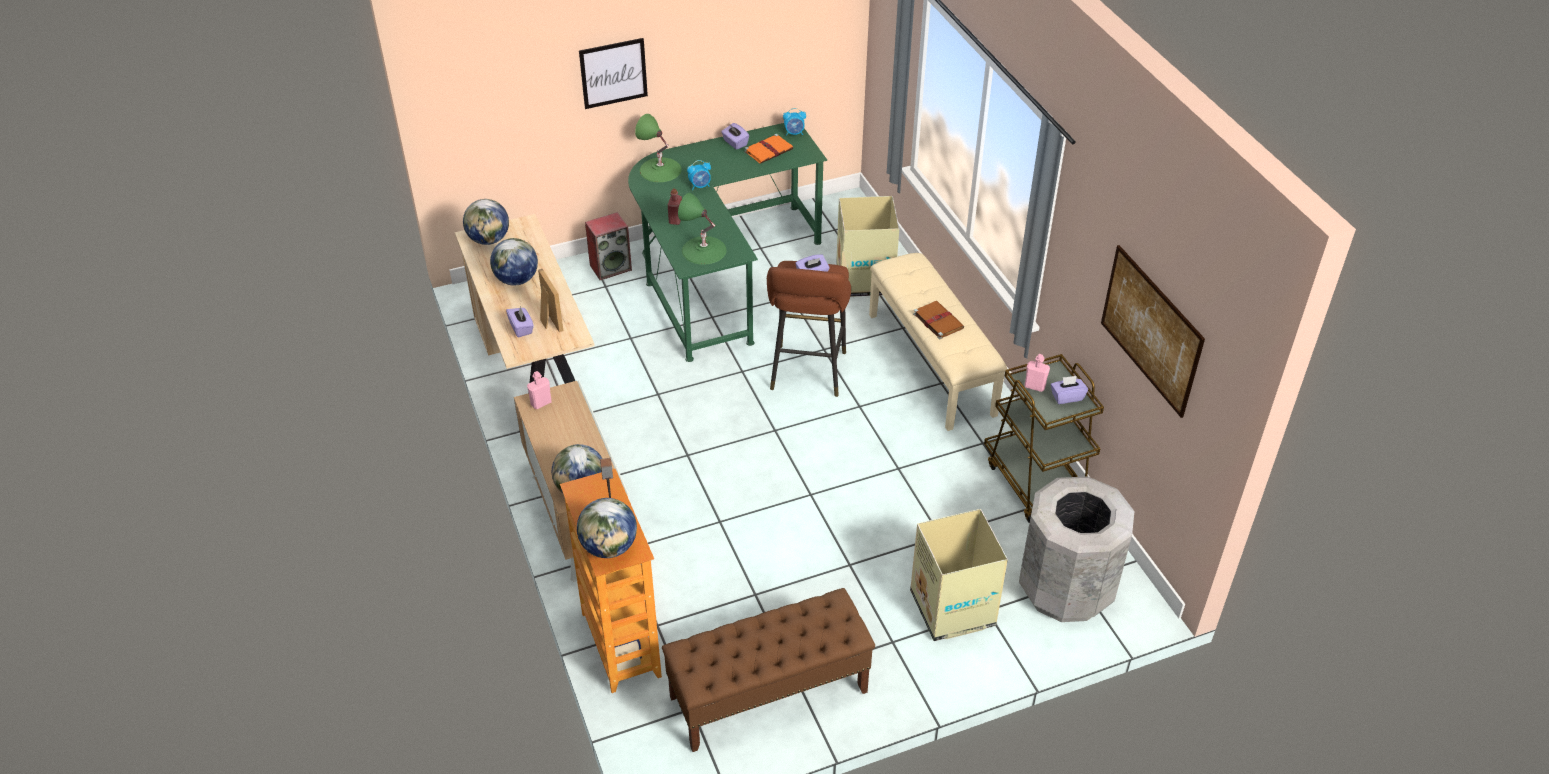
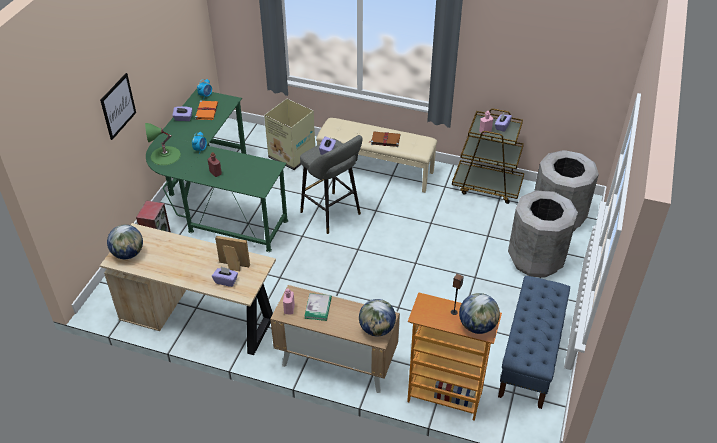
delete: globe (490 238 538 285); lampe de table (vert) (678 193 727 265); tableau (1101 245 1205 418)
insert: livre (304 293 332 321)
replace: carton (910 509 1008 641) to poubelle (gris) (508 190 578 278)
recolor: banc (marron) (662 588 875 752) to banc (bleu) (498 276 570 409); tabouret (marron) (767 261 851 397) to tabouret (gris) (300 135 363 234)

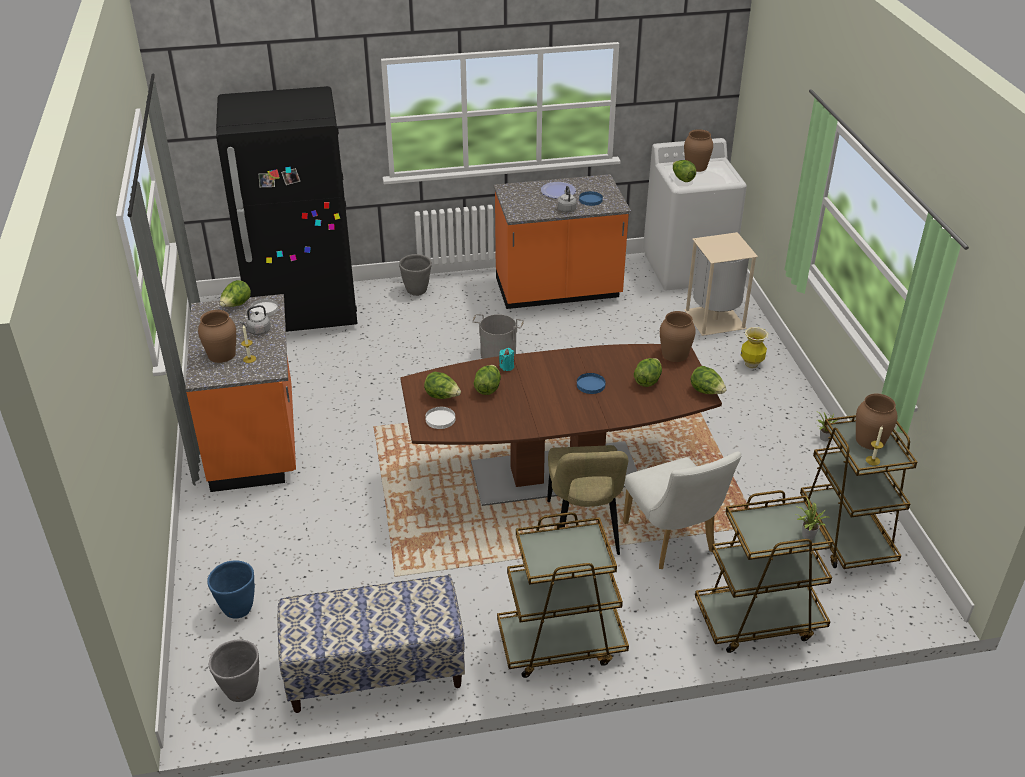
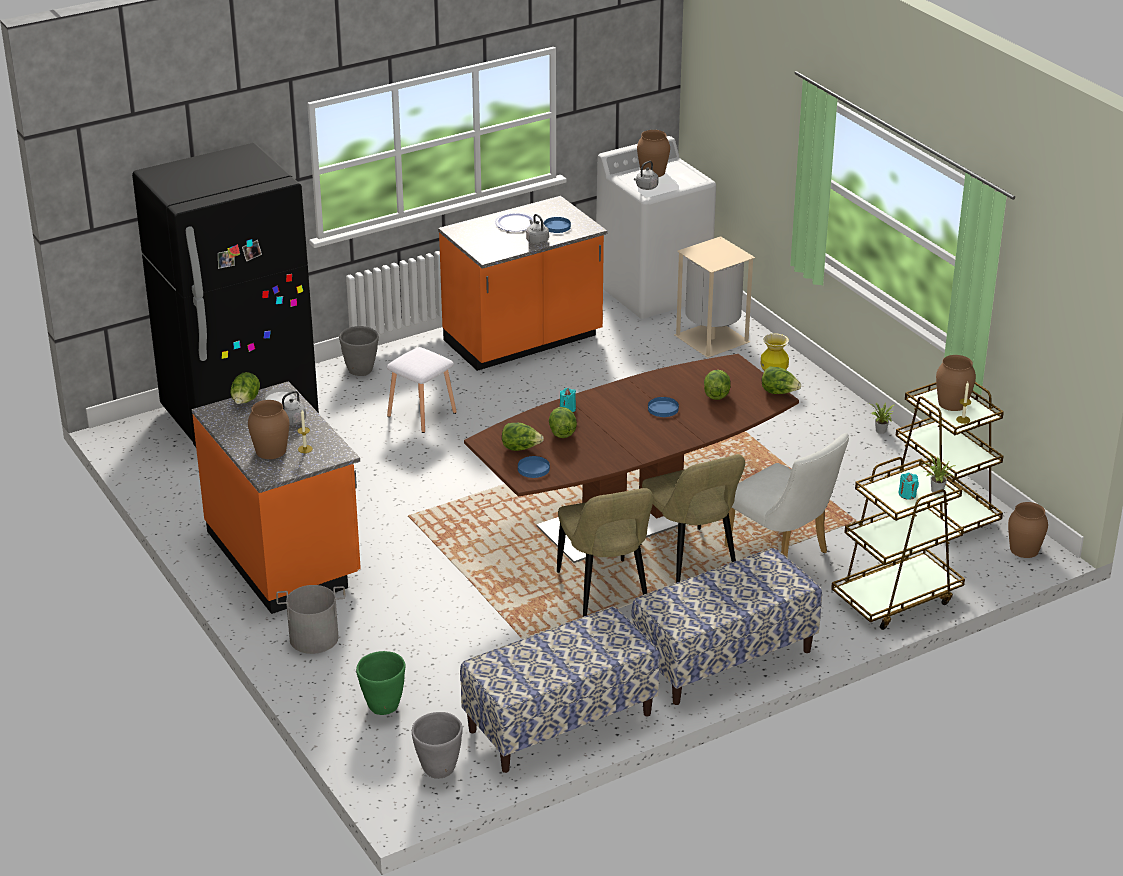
insert: tabouret (blanc) (387 347 457 433); chaise (beige) (557 488 654 617); bougie (turquoise) (898 473 919 500)
move: seau (gris) (472 314 524 359) to (276 585 345 654); vase (marron) (660 311 696 362) to (1008 502 1048 558)
replace: chariot (marron) (497 512 629 678) to banc (632 548 822 705); laitue (673 160 696 182) to bouilloire (gris) (634 161 658 190)
recolor: cache-pot (bleu) (207 561 255 619) to cache-pot (vert) (356 651 406 715); assiette (blanc) (425 407 455 429) to assiette (bleu) (518 456 550 478)

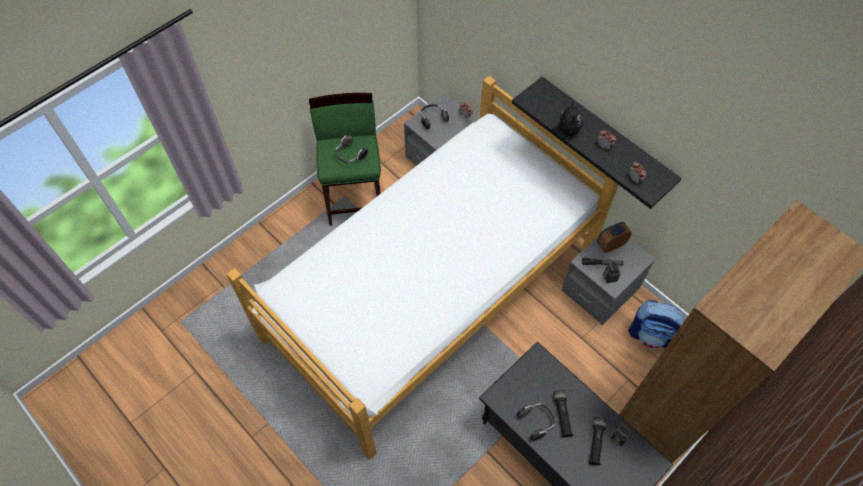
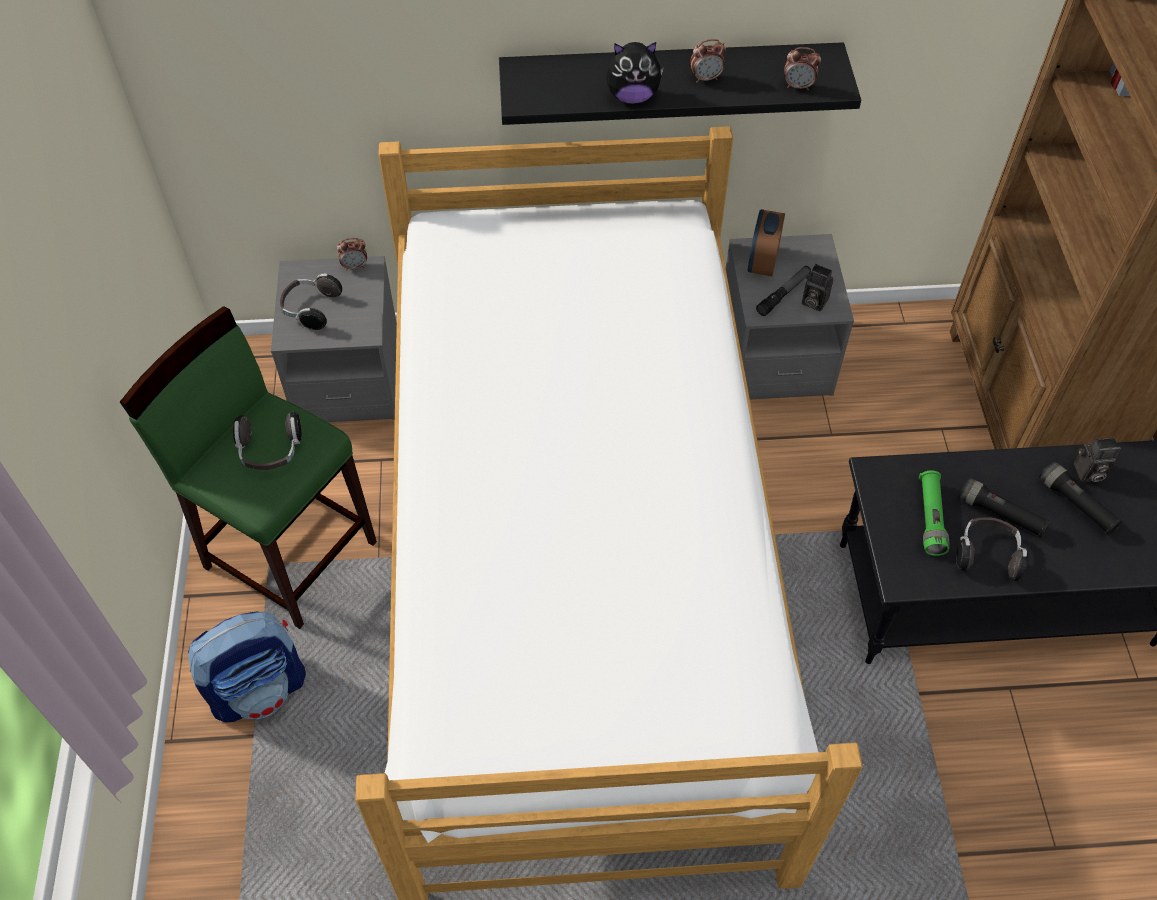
insert: lampe de poche (vert) (919 470 949 556)
move: sac à dos (628 300 684 349) to (188 611 306 723)
rotate: peluche (552 101 583 136) = (606 42 664 104) 135 degrees clockwise

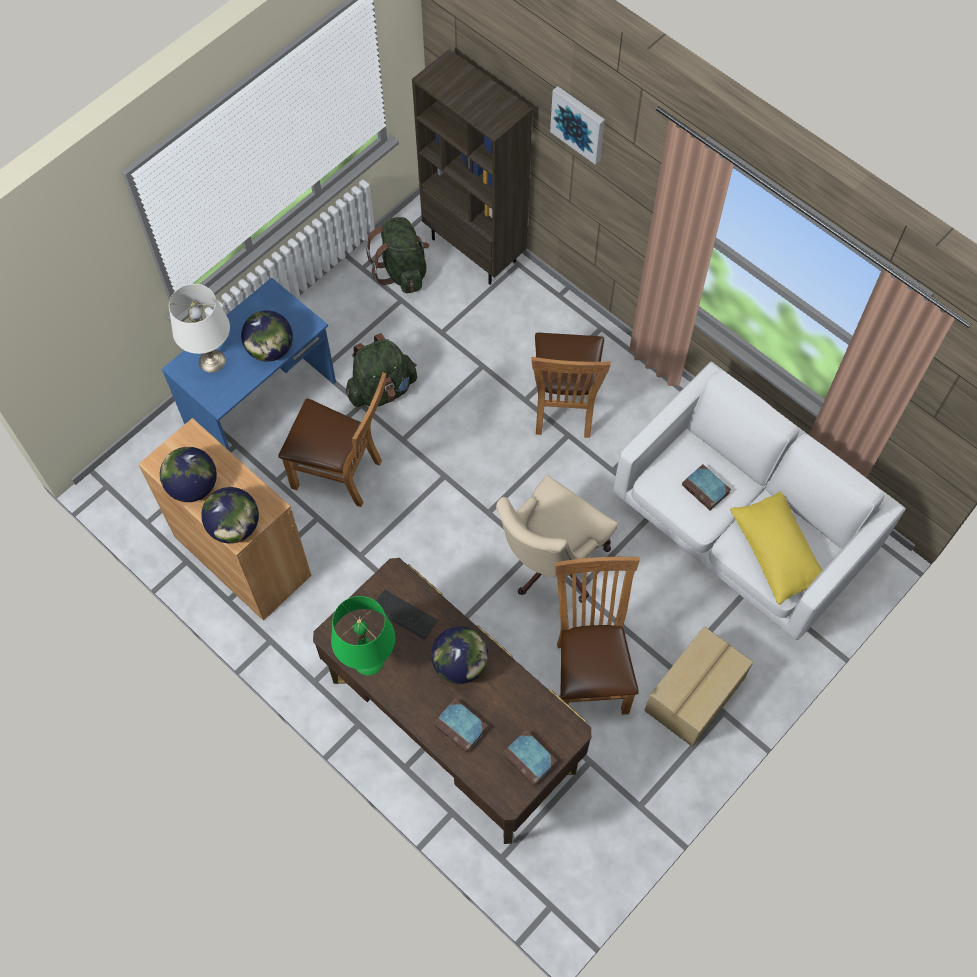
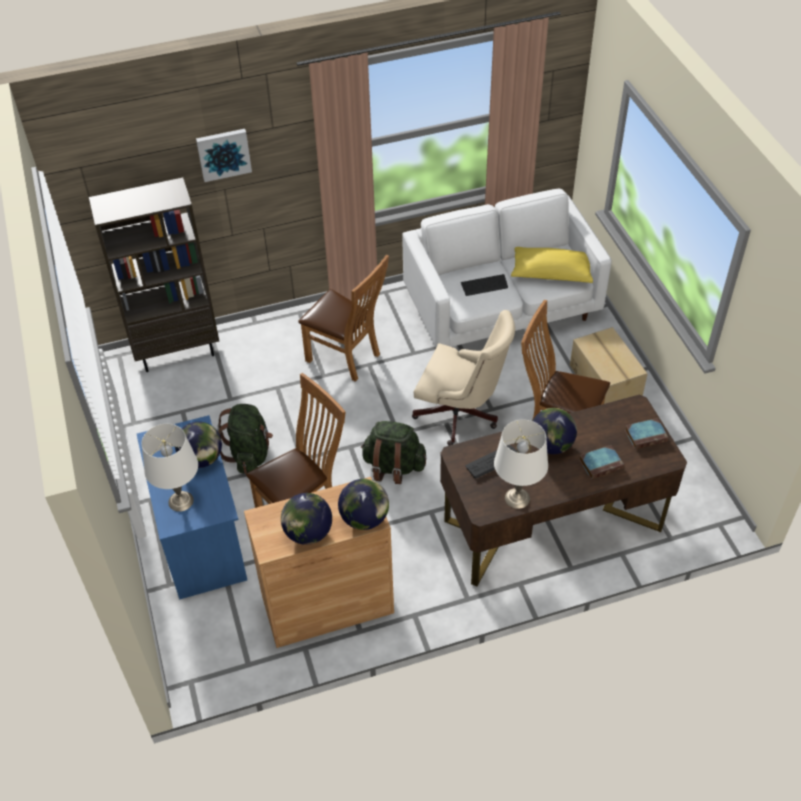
move: sac à dos (vert) (366 217 429 293) to (361 421 426 484)
replace: livre (682 464 731 511) to clavier (461 274 508 296)
recolor: lampe de table (vert) (331 596 395 675) to lampe de table (blanc) (494 420 548 509)
rotate: chaise de bureau (beige) (496 475 618 603) = (412 310 515 446) 45 degrees counterclockwise

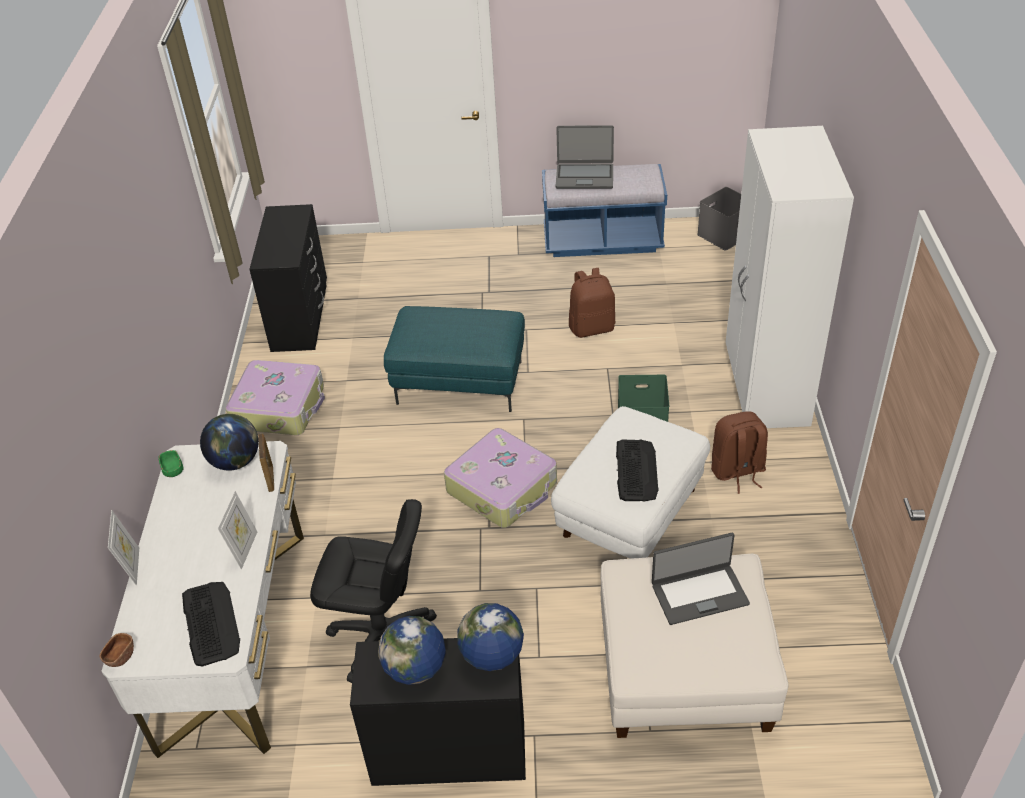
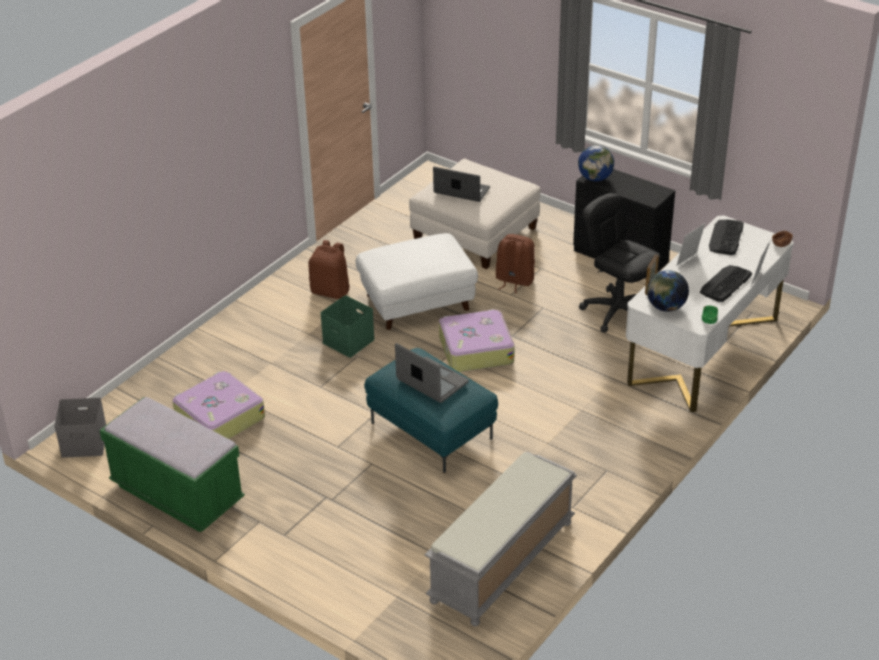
delete: globe (378 616 446 685); armoire (blanc) (726 126 854 428)
move: valise (225 360 325 435) to (172 371 265 439); ordinateur portable (556 125 614 189) to (395 343 469 403); sac à dos (marron) (569 268 615 338) to (496 234 535 293); clavier (616 439 659 502) to (700 265 752 302)
replace: commode (noir) (249 204 327 352) to banc (gris) (425 452 577 626)
recolor: banc (bleu) (542 164 667 257) to banc (vert) (100 397 245 532)

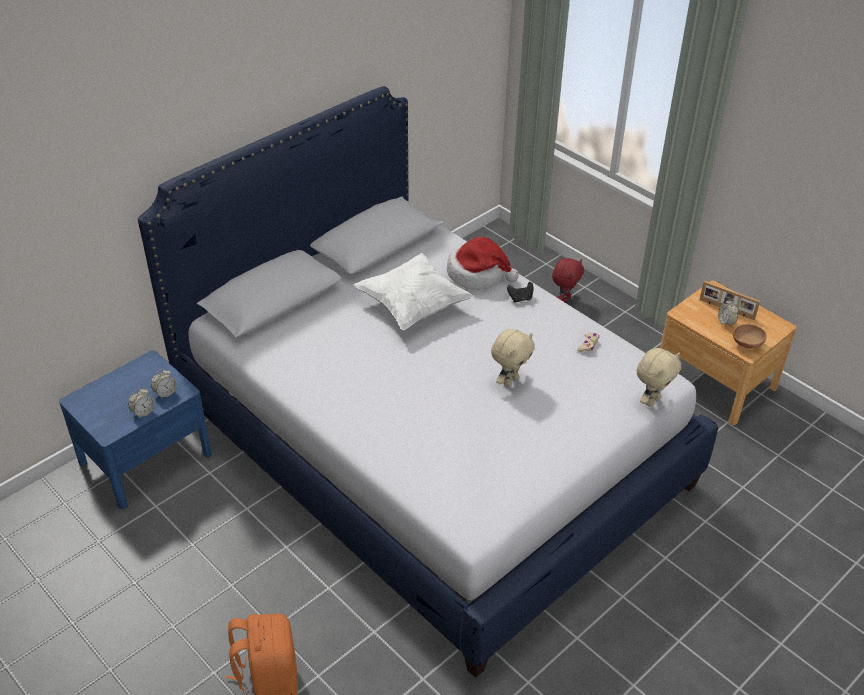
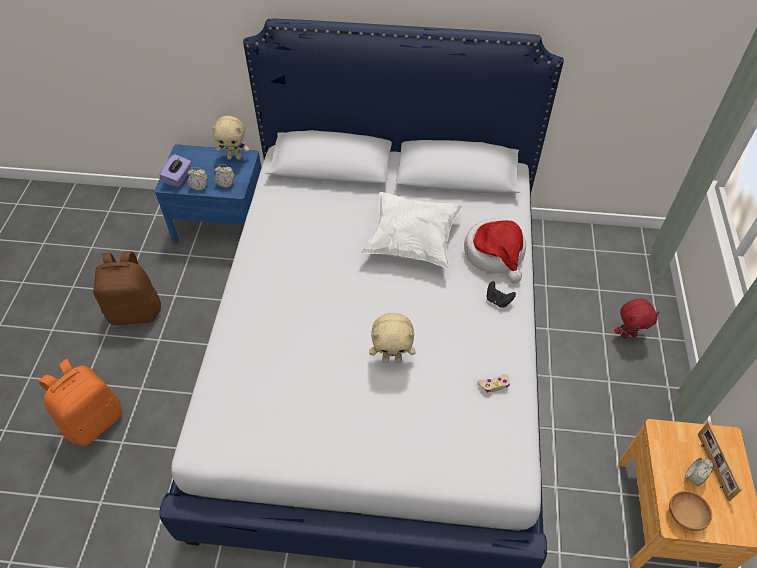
insert: sac à dos (marron) (93 251 161 325); boîte à mouchoirs (violet) (159 154 191 187)
move: peluche (beige) (637 348 681 407) to (212 116 249 160)

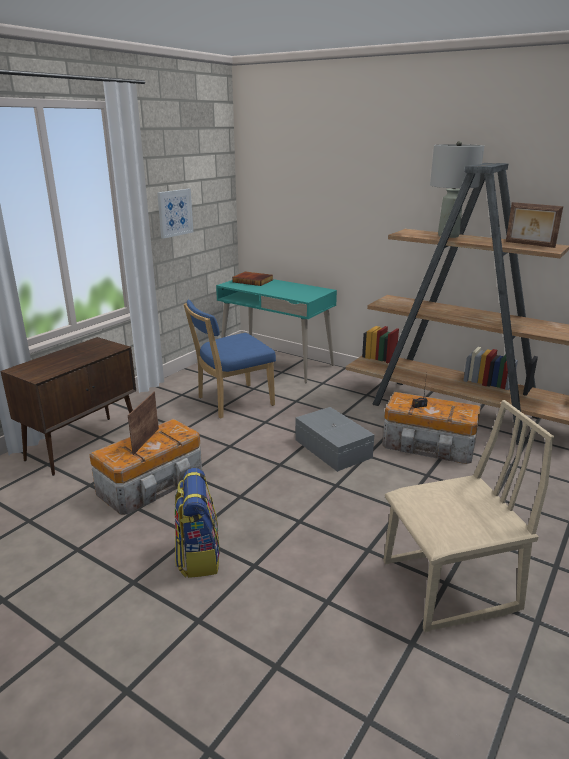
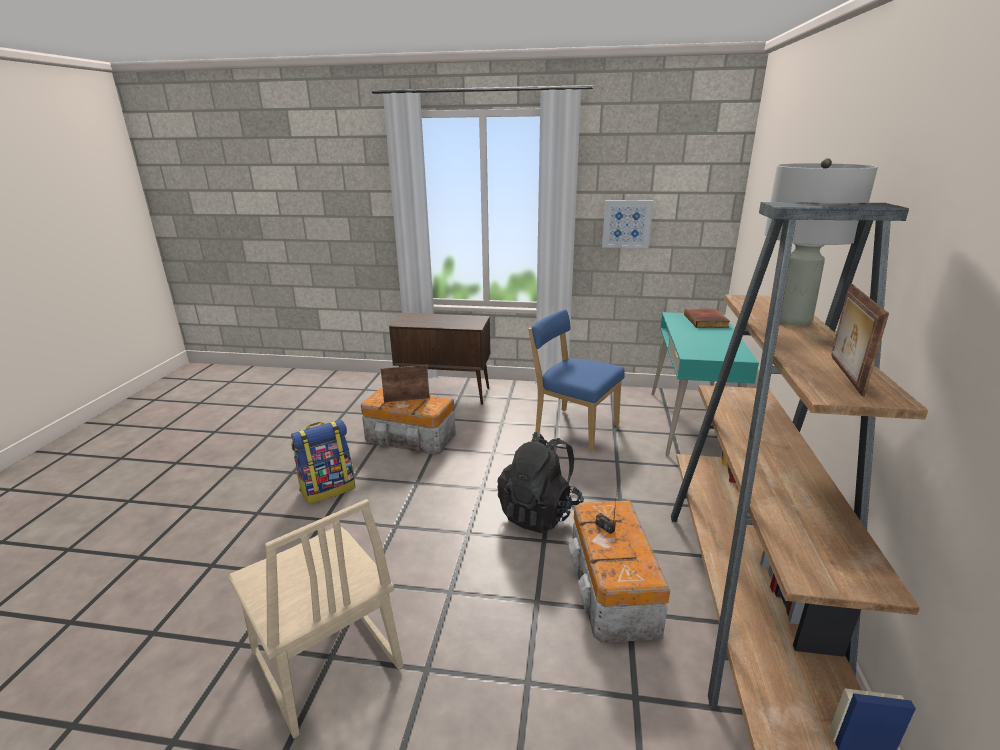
replace: boîte de rangement (gris) (295 407 374 472) to sac à dos (noir) (497 432 584 533)

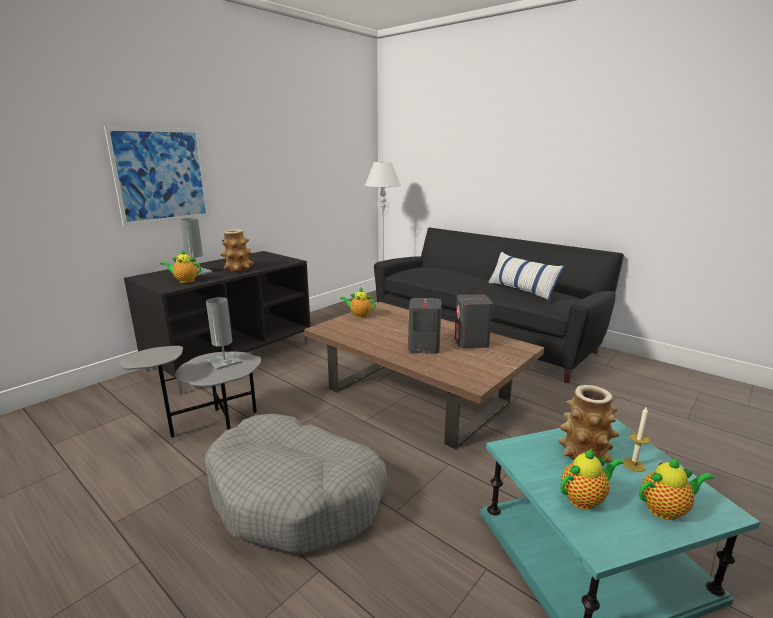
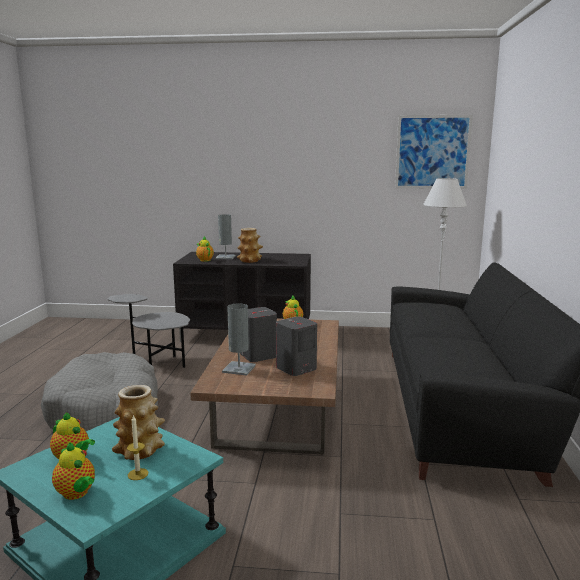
delete: coussin (487 251 565 302)
move: tableau (104 127 210 226) to (395 115 473 189); lampe de table (gris) (206 297 242 370) to (222 303 256 375)

